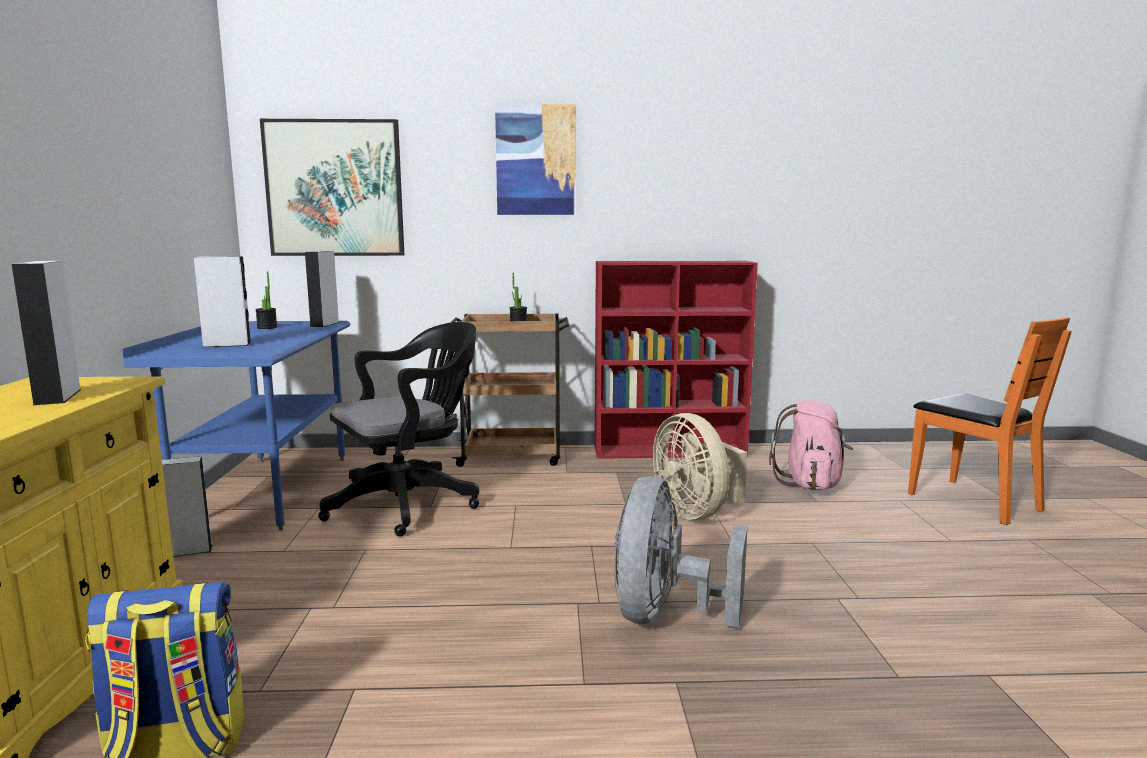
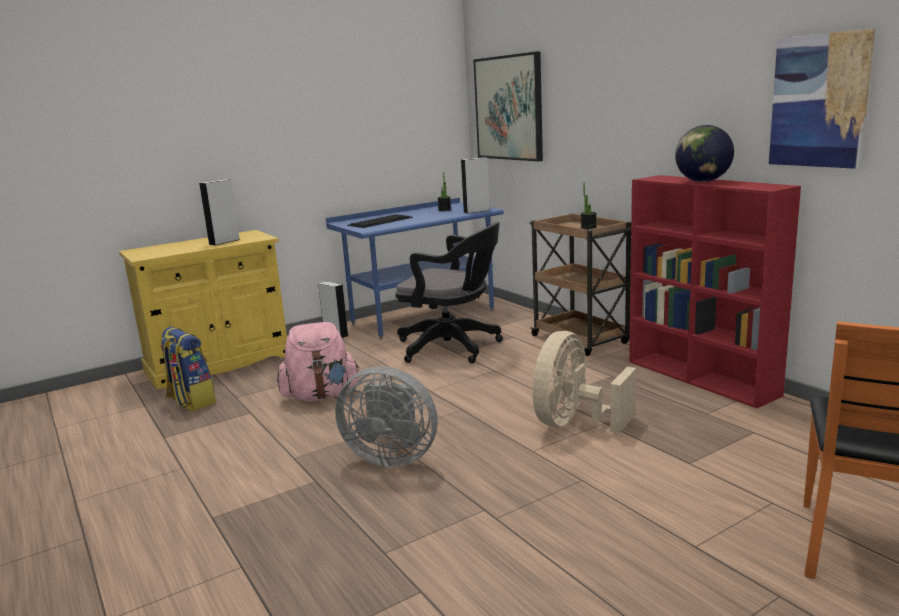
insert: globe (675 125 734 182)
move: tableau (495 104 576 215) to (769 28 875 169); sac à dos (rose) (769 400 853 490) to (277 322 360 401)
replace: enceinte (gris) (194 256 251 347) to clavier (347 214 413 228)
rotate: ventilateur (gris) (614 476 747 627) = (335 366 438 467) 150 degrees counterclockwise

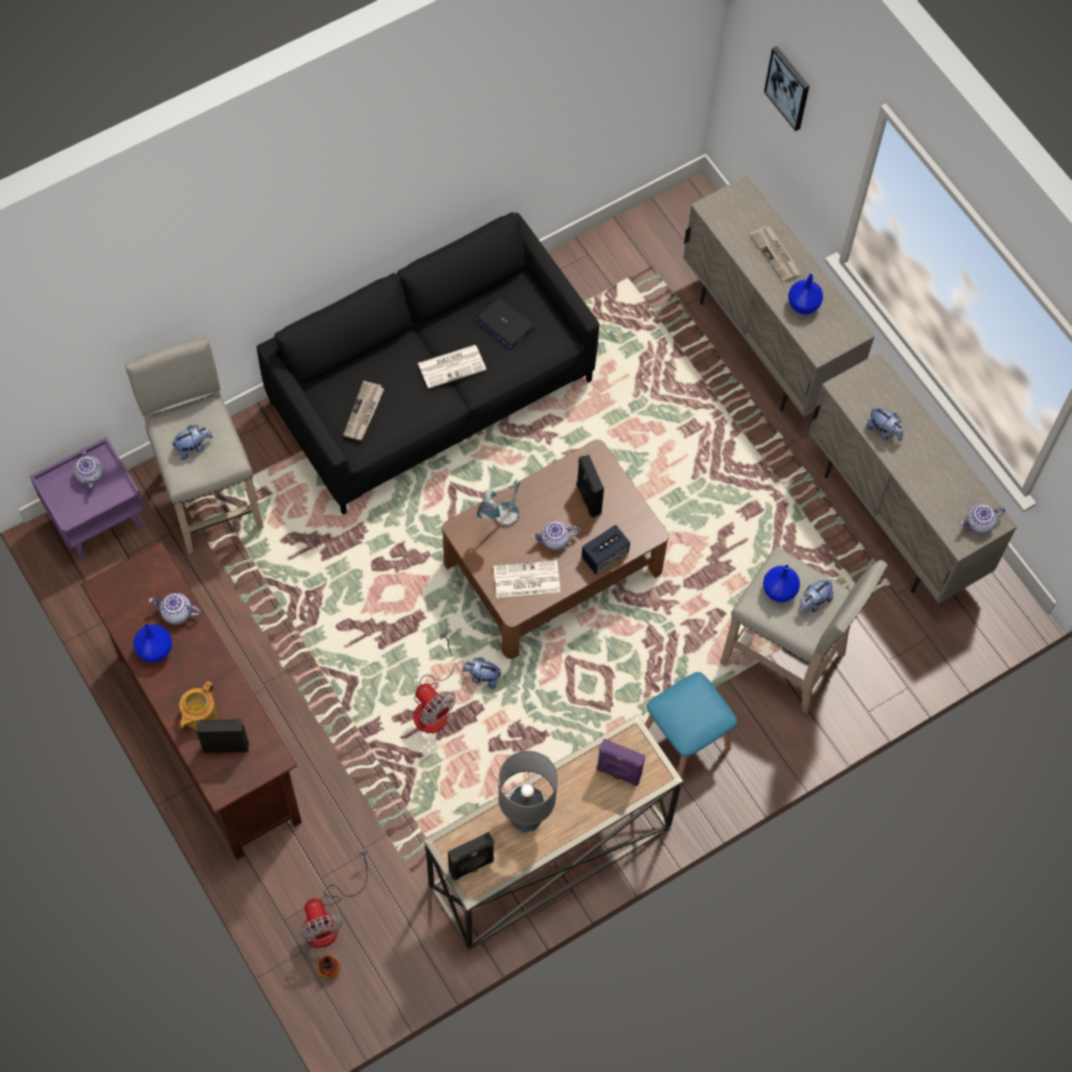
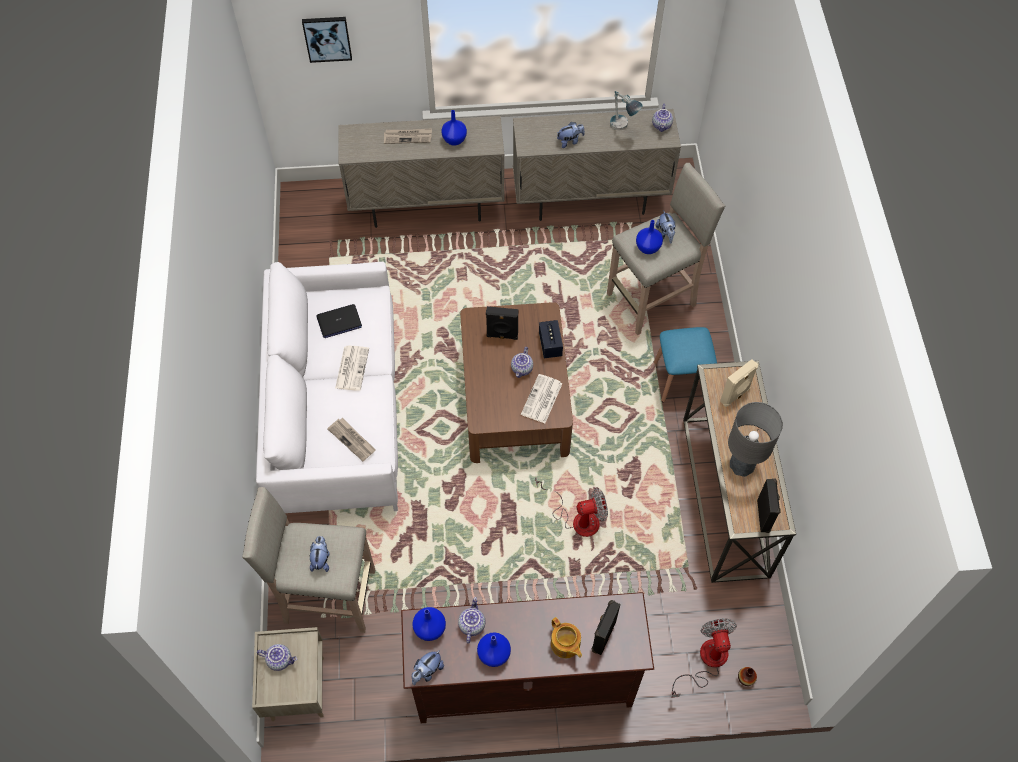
insert: vase (bleu) (412 607 446 641)
move: peluche (462 657 502 689) to (412 650 444 685); lampe de table (477 481 520 526) to (610 91 643 130)
recolor: table de chevet (violet) (30 437 145 561) to table de chevet (beige) (252 627 324 721); canapé (noir) (257 212 599 515) to canapé (blanc) (256 262 398 513); enceinte (violet) (596 739 645 786) to enceinte (beige) (720 359 758 407)
rotate: théière (149 593 201 625) = (458 597 486 644) 150 degrees clockwise; ventilateur (299 849 368 947) = (672 618 737 698) 105 degrees counterclockwise

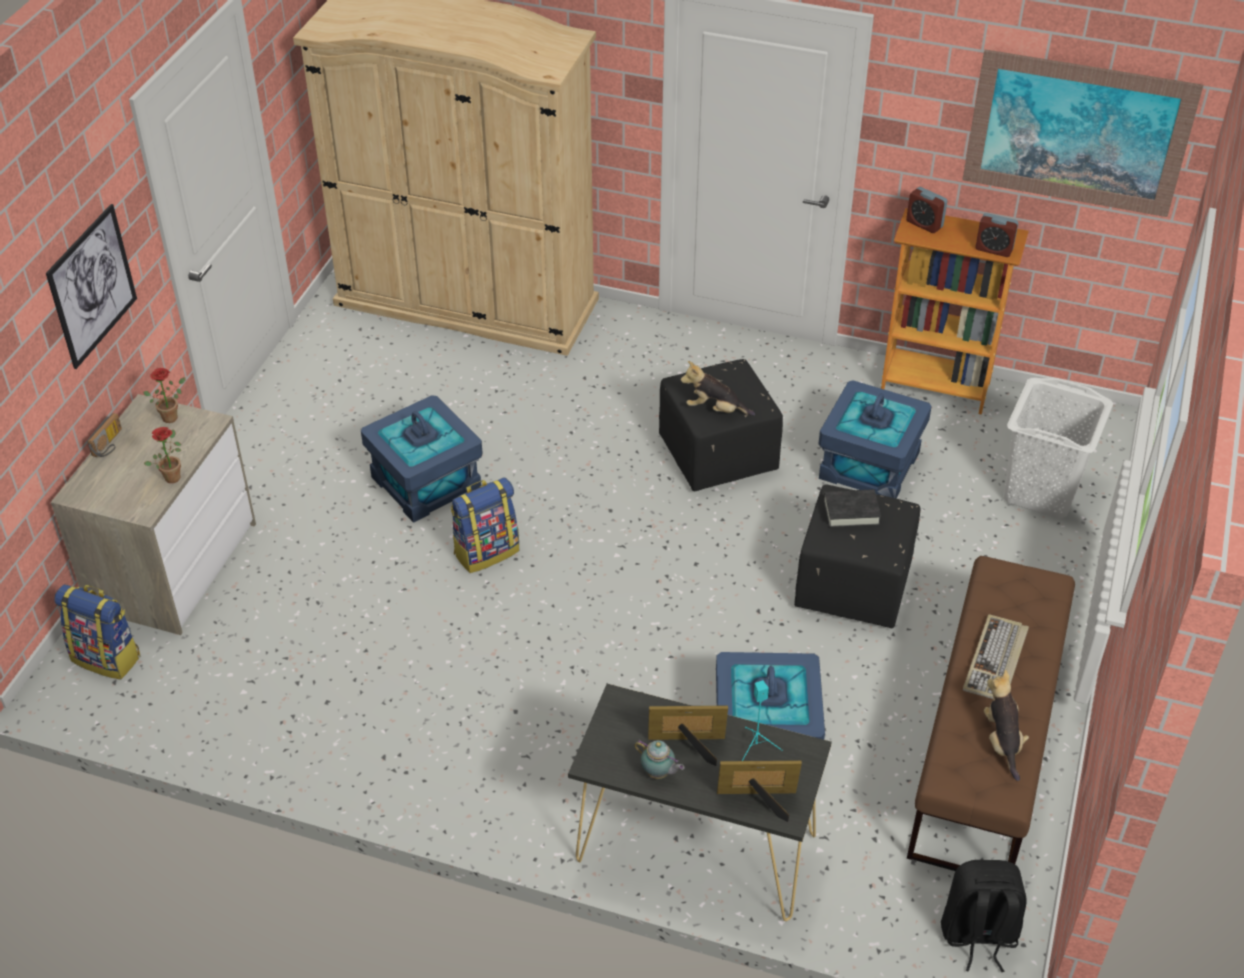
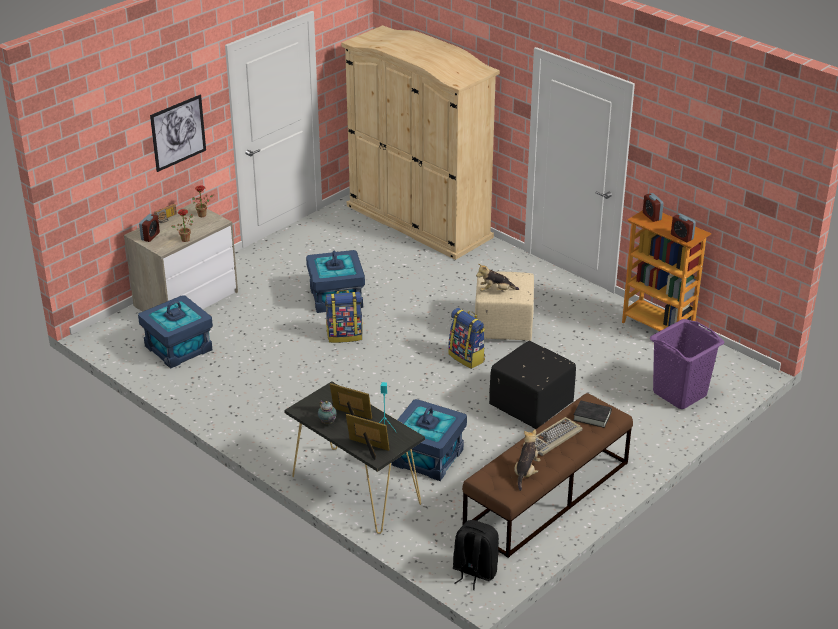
delete: tableau (962 49 1203 217)
insert: réveil (139 214 160 242)
move: sac à dos (54 584 141 679) to (448 308 485 369); boîte de rangement (bleu) (819 380 932 498) to (138 295 213 369); livre (noir) (823 489 881 528) to (573 400 612 428)
recolor: pouf (noir) (659 359 783 491) to pouf (beige) (475 272 534 341); panier à linge (blanc) (1004 377 1113 518) to panier à linge (violet) (650 319 724 409)
rotate: peluche (681 361 755 416) = (476 264 519 291) 45 degrees counterclockwise

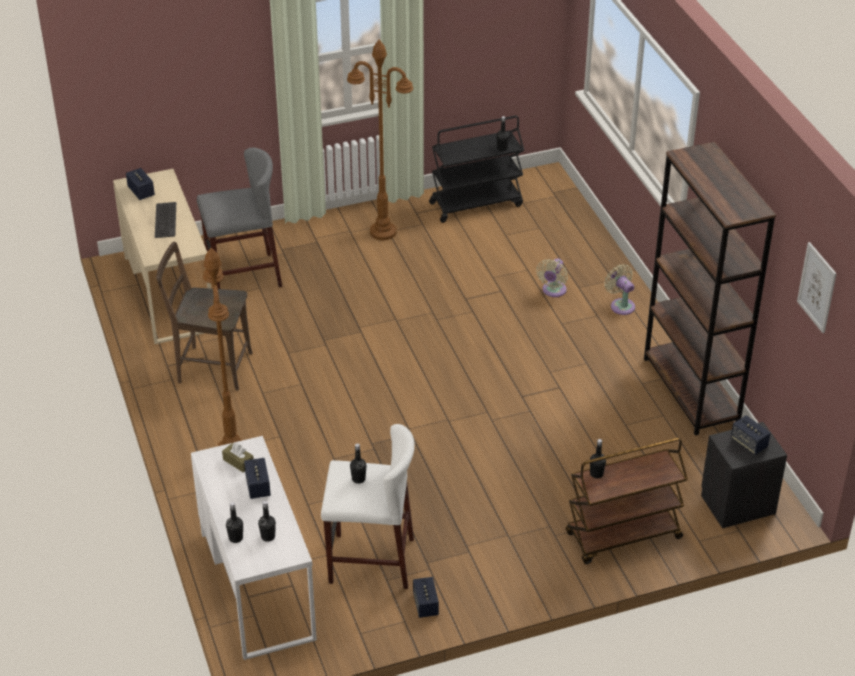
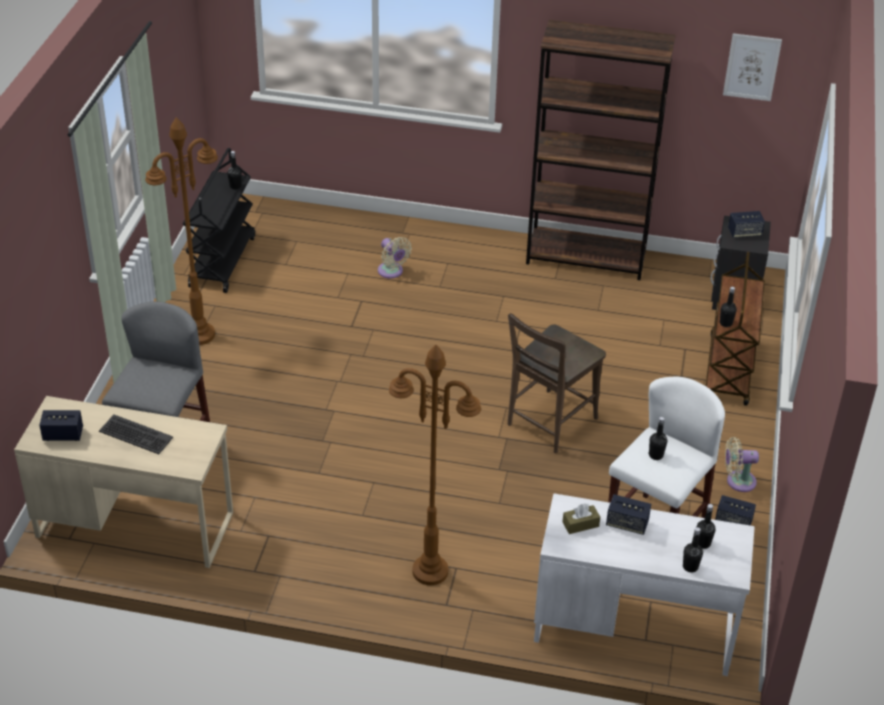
move: chaise (marron) (156 242 253 391) to (508 313 606 453); ventilateur (beige) (604 264 635 315) to (725 437 759 492)

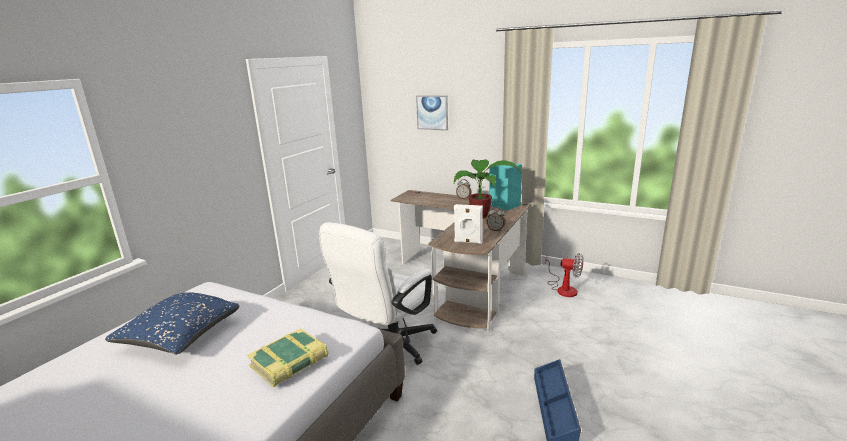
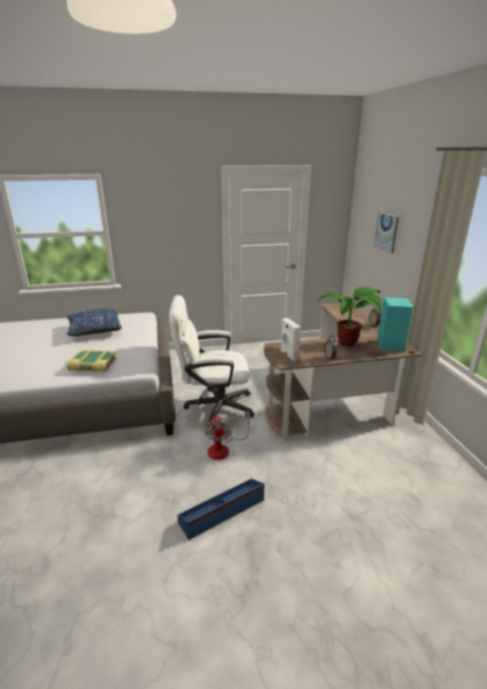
move: ventilateur (545 253 583 297) to (205 411 250 460)

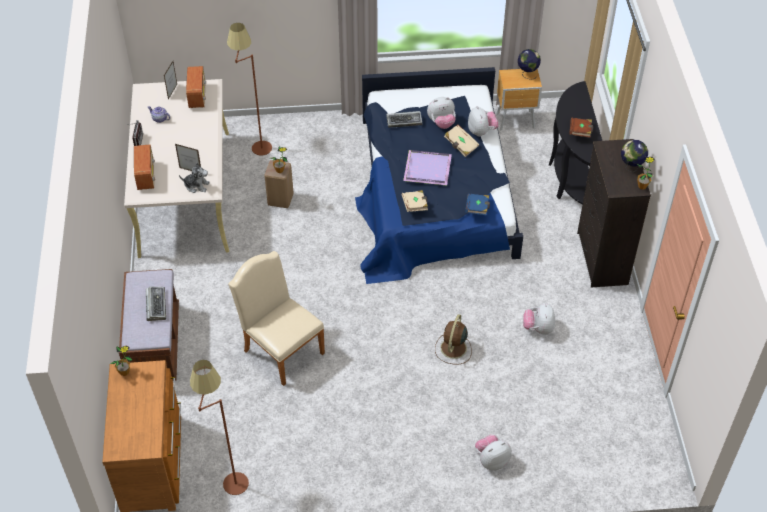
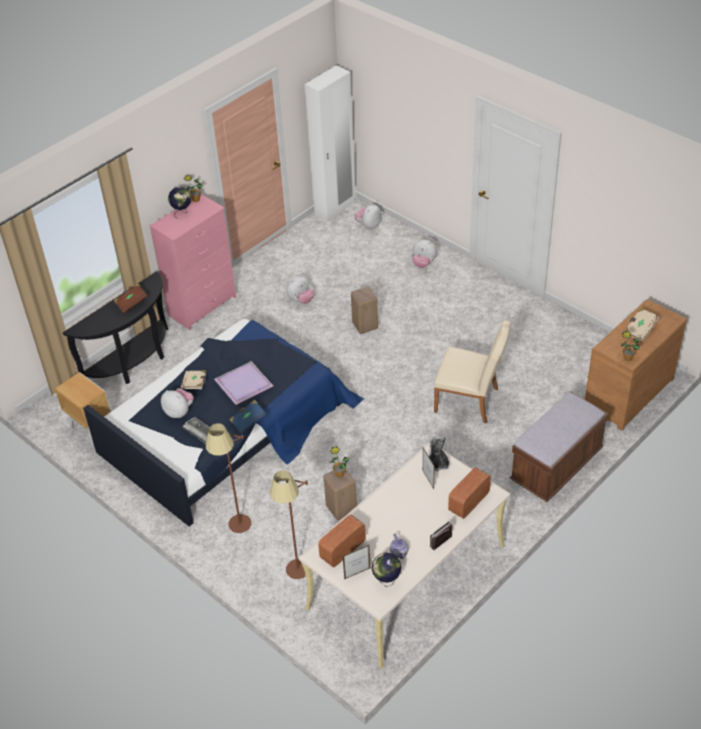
delete: clavier (146 287 166 321)
insert: armoire (blanc) (305 65 356 222)
move: lampadaire (marron) (190 360 249 495) to (206 424 252 533); livre (beige) (402 190 428 212) to (624 308 660 341); livre (bleu) (465 194 490 215) to (229 400 267 434); peluche (468 106 499 136) to (354 204 381 230); globe (518 49 541 80) to (372 553 401 587)
replace: ventilateur (marron) (435 314 472 364) to tabouret (beige) (351 286 378 334)
recolor: commode (noir) (577 139 651 287) to commode (rose) (150 194 237 330)
rotate: chaise (beige) (228 251 325 386) = (434 321 511 423) 75 degrees counterclockwise

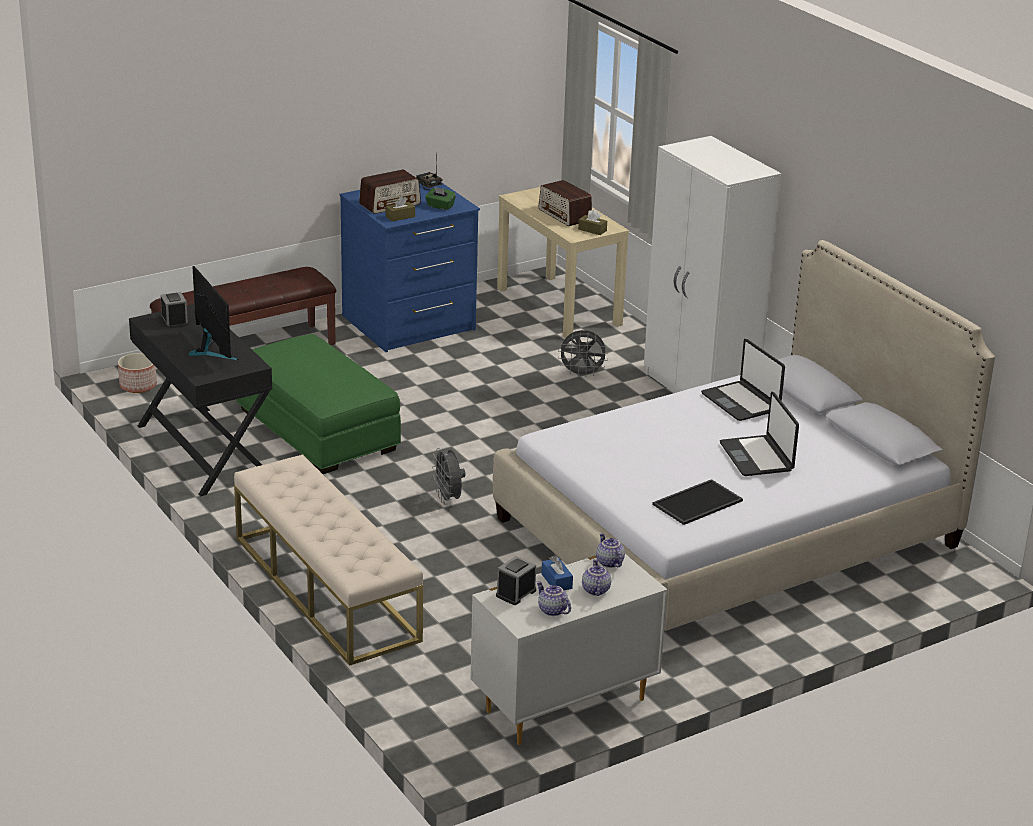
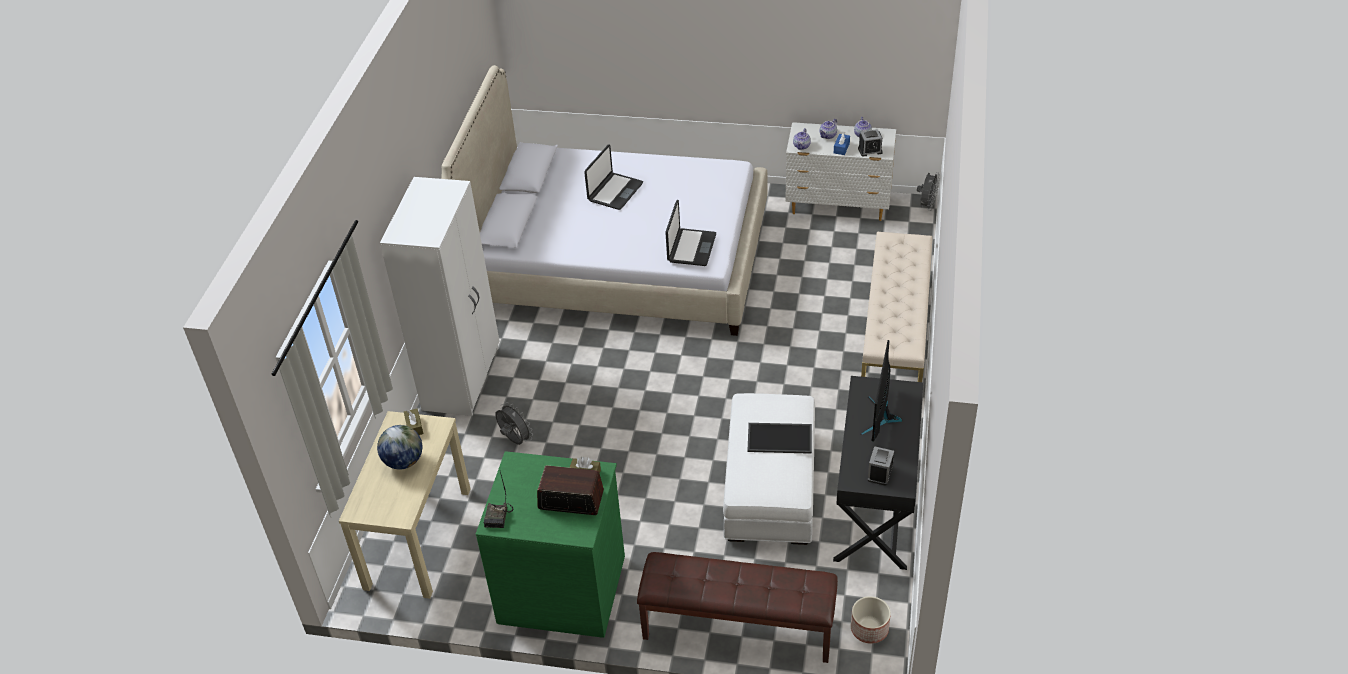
delete: boîte à mouchoirs (vert) (425 187 456 210)
move: ventilateur (gris) (432 448 466 504) to (917 172 940 211); plateau (653 479 743 525) to (747 423 812 454); ordinateur portable (701 339 785 421) to (665 200 716 266)
replace: radio (538 180 592 226) to globe (377 425 422 470)
recolor: pouf (vert) (236 334 401 474) to pouf (blanc) (723 393 815 545); commode (bleu) (339 183 480 352) to commode (vert) (476 451 625 638)

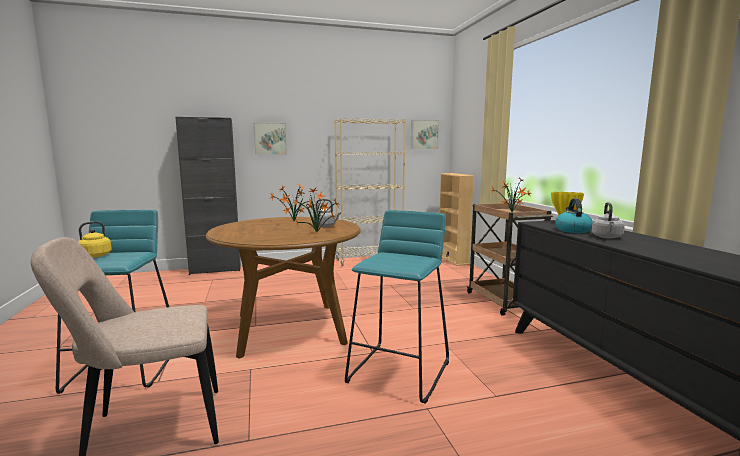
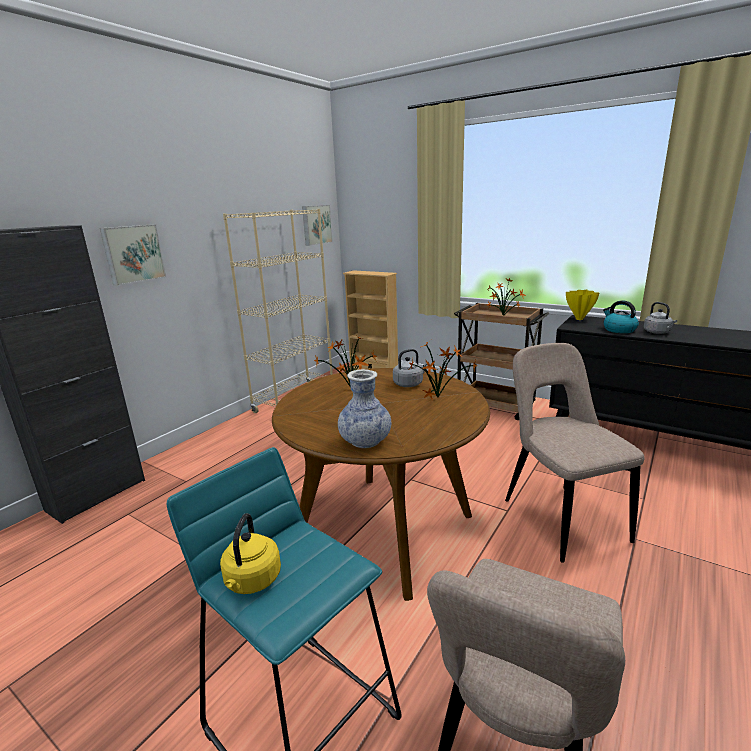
insert: vase (338 369 391 448)
replace: tabouret (turquoise) (345 210 449 404) to chaise (beige) (505 343 644 563)

